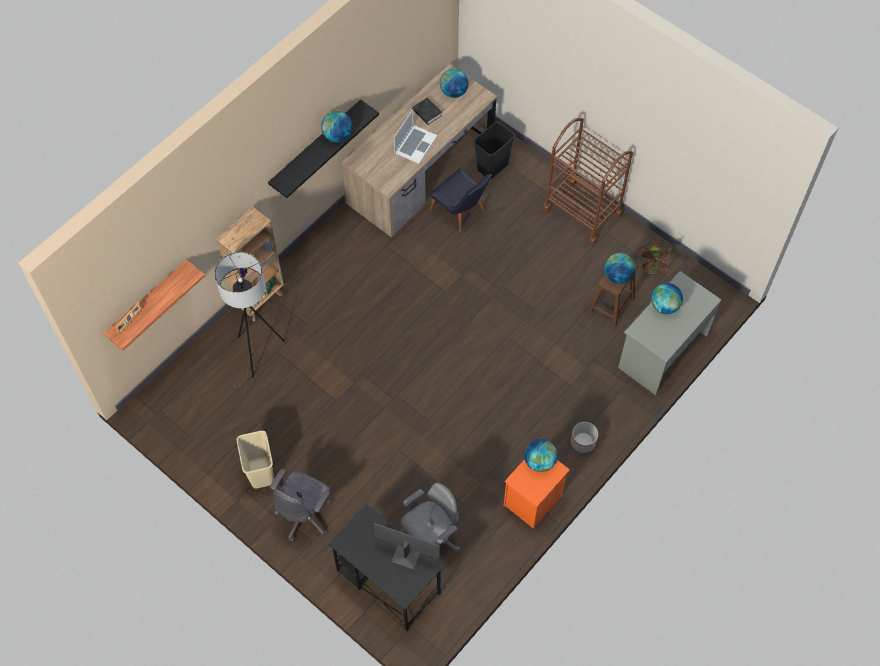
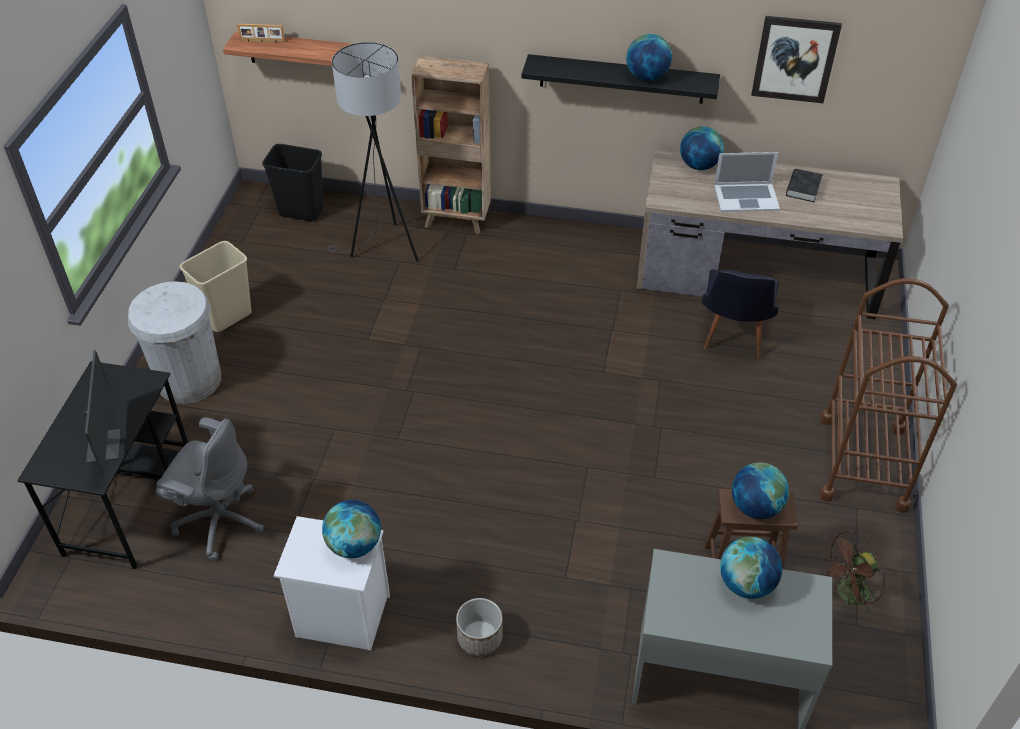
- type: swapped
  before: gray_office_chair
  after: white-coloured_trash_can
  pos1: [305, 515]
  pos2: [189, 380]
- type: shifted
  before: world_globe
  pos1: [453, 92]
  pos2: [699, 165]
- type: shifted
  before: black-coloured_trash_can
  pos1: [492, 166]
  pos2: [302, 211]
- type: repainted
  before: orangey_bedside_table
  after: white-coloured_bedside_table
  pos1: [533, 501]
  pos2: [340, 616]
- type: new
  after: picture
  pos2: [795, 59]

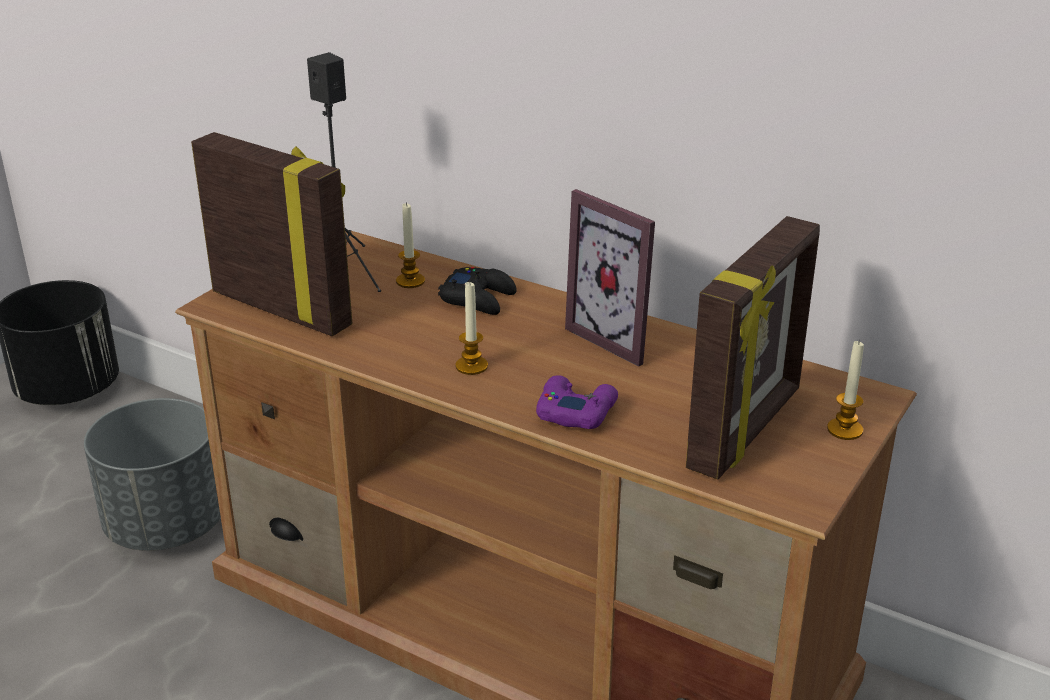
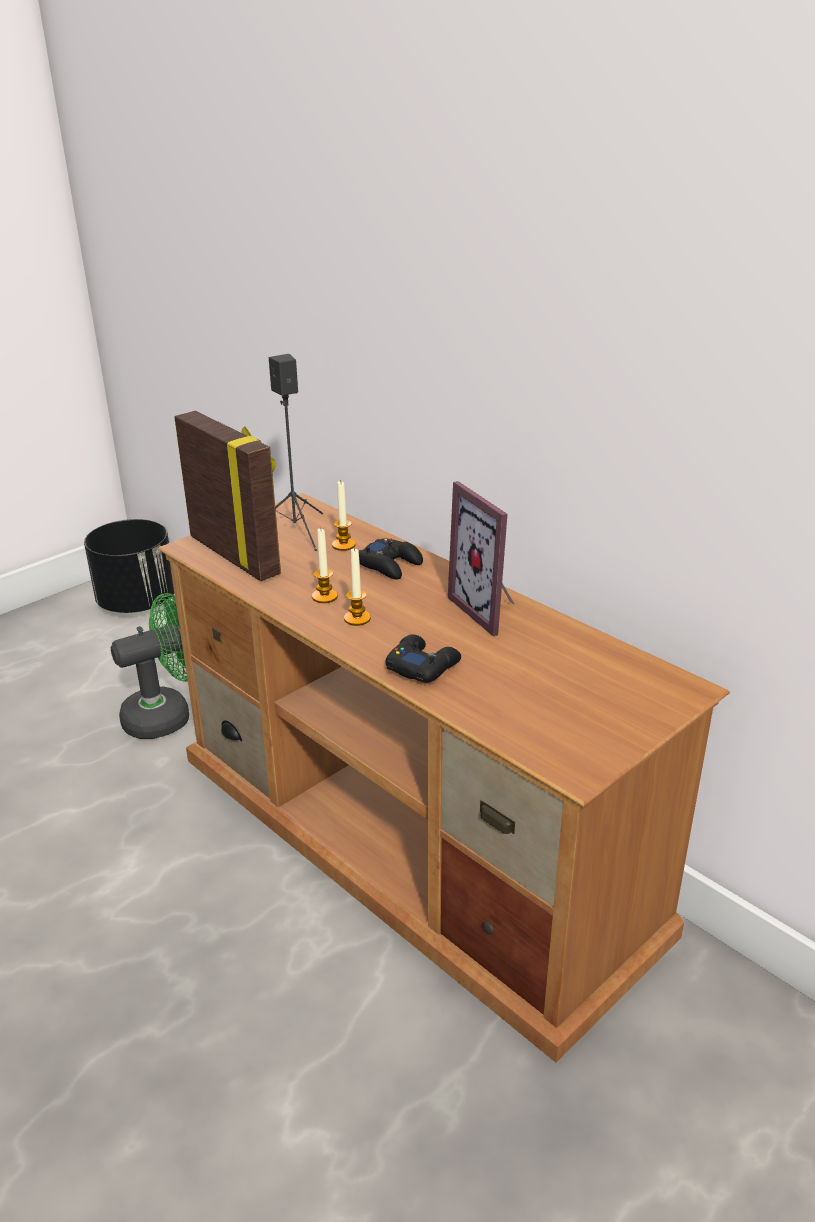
- type: swapped
  before: gray_planter
  after: green-coloured_fan
  pos1: [165, 526]
  pos2: [167, 715]
- type: repainted
  before: purple_game_controller
  after: black-coloured_game_controller
  pos1: [575, 411]
  pos2: [422, 666]
- type: gone
  before: picture_frame
  pos1: [747, 430]
- type: shifted
  before: candle
  pos1: [844, 430]
  pos2: [324, 596]

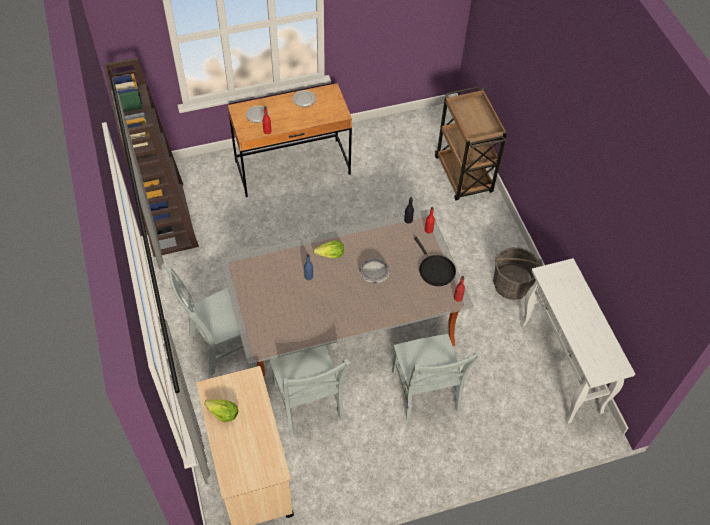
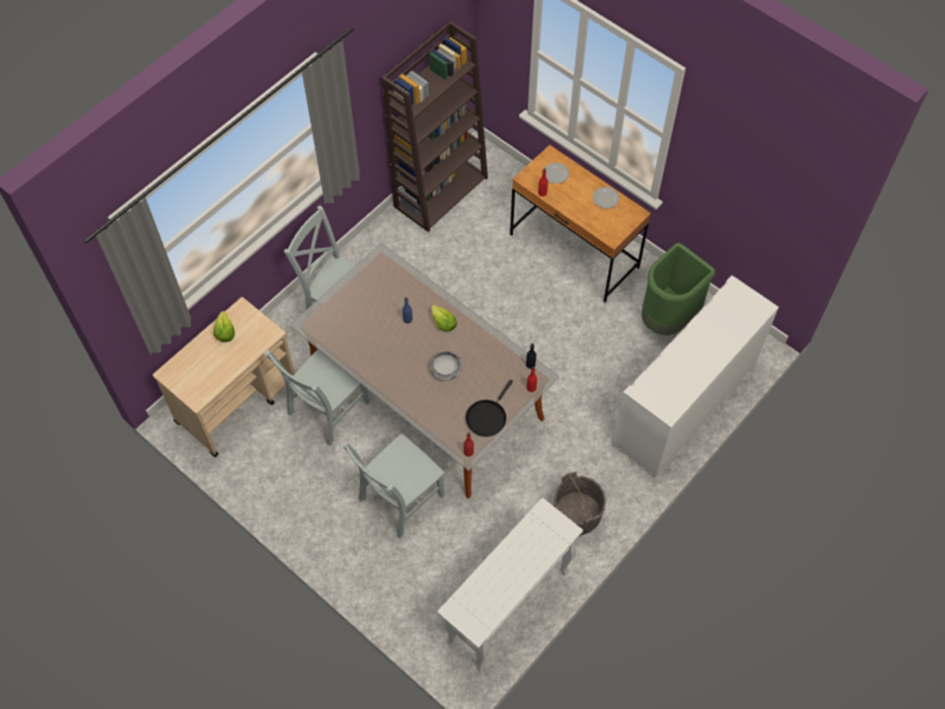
- type: swapped
  before: brown-coloured_trolley
  after: white-coloured_cabinet
  pos1: [464, 176]
  pos2: [684, 404]
- type: new
  after: green-coloured_trash_can
  pos2: [667, 319]

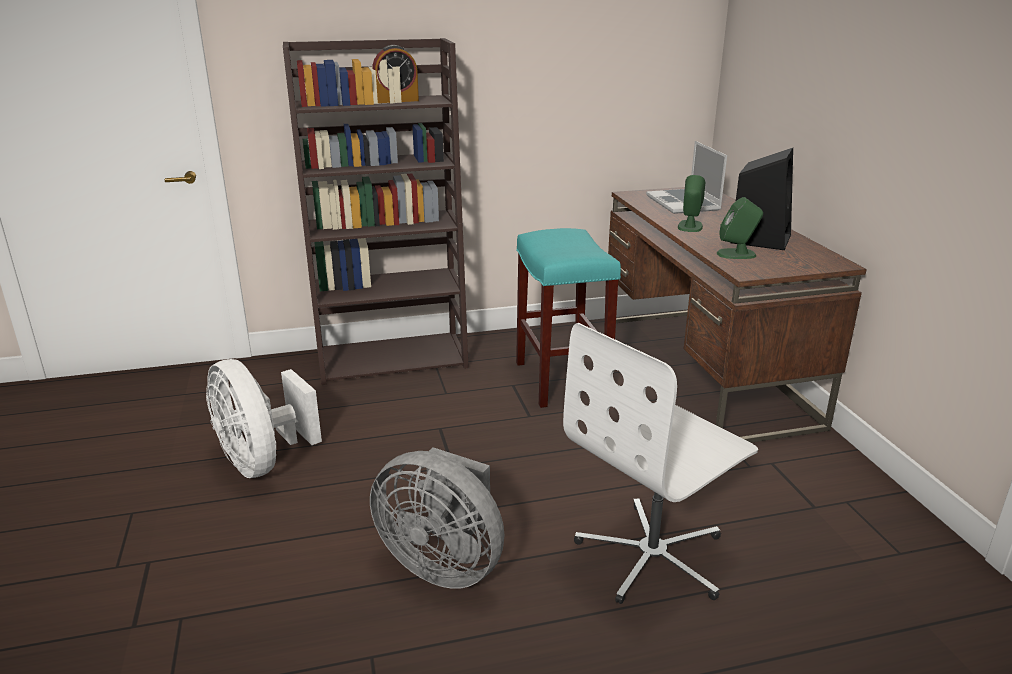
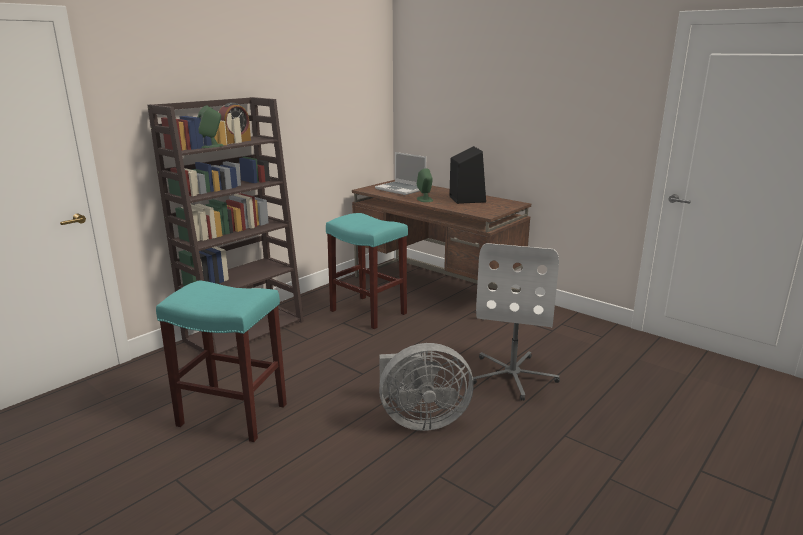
- type: swapped
  before: white-coloured_fan
  after: turquoise-coloured_stool
  pos1: [262, 461]
  pos2: [234, 415]
- type: shifted
  before: green-coloured_speaker
  pos1: [737, 254]
  pos2: [210, 146]

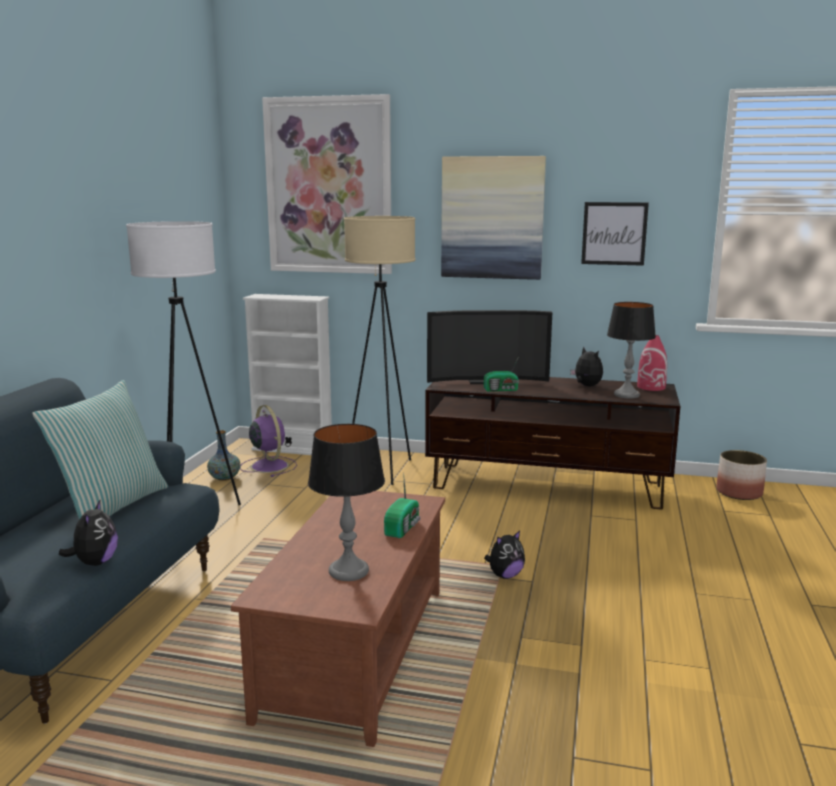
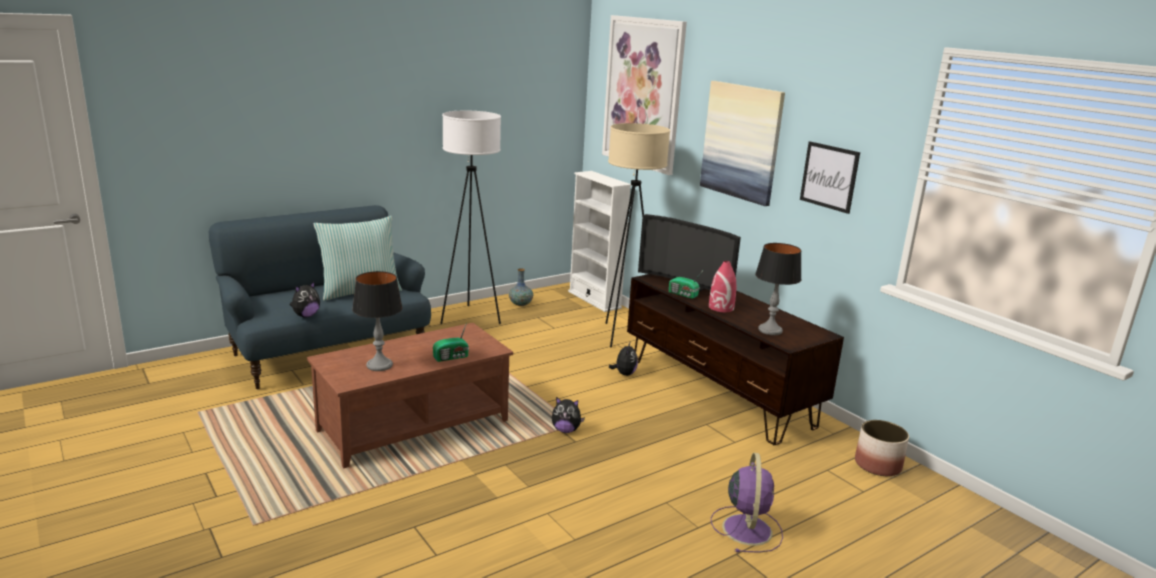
- type: shifted
  before: purple_fan
  pos1: [268, 466]
  pos2: [747, 528]
- type: shifted
  before: cuddly_toy
  pos1: [586, 386]
  pos2: [624, 374]
- type: shifted
  before: red_vase
  pos1: [651, 387]
  pos2: [721, 308]

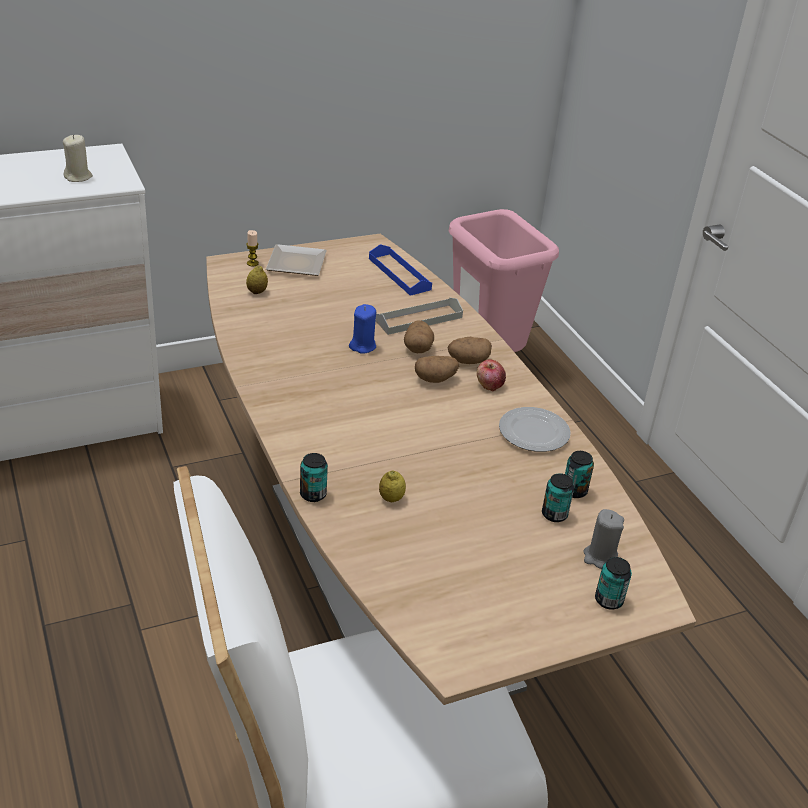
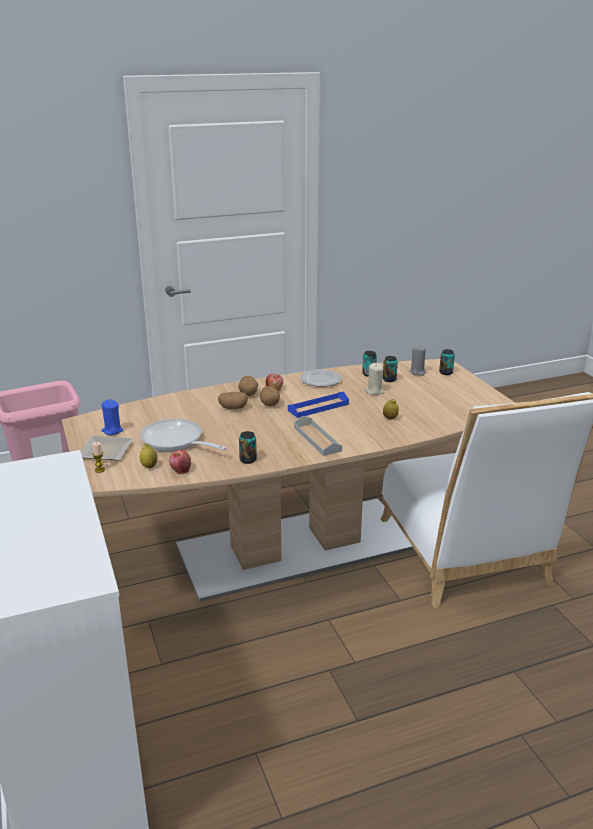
- type: shifted
  before: sand-coloured_candle
  pos1: [78, 177]
  pos2: [374, 391]
- type: shifted
  before: metal_can
  pos1: [313, 494]
  pos2: [248, 460]
- type: shifted
  before: bluish_candle
  pos1: [362, 346]
  pos2: [112, 431]
- type: shifted
  before: bluish_tray
  pos1: [399, 274]
  pos2: [318, 407]
- type: shifted
  before: gray_tray
  pos1: [419, 319]
  pos2: [317, 439]
- type: new
  after: skillet
  pos2: [176, 441]
- type: new
  after: apple
  pos2: [180, 470]

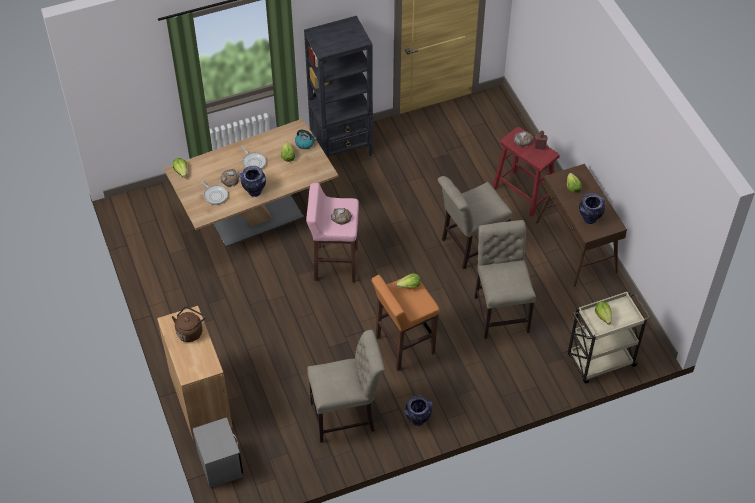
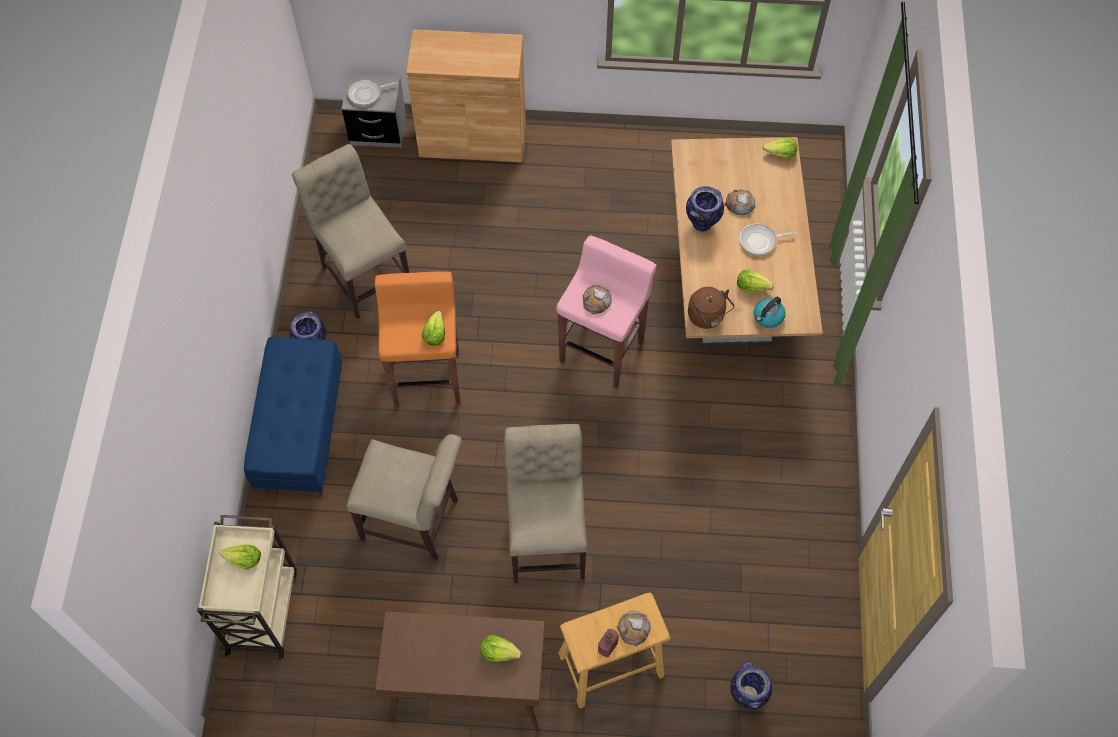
- type: shifted
  before: brown-coloured_kettle
  pos1: [190, 331]
  pos2: [707, 317]
- type: shifted
  before: skillet
  pos1: [215, 195]
  pos2: [367, 94]
- type: gone
  before: black-coloured_bookcase
  pos1: [342, 148]
- type: rotated
  before: sand-coloured_chair
  pos1: [346, 416]
  pos2: [364, 273]
  turn: 135
- type: repainted
  before: red_stool
  after: sand-coloured_stool
  pos1: [522, 192]
  pos2: [612, 664]
- type: shifted
  before: vase
  pos1: [589, 219]
  pos2: [747, 695]
- type: new
  after: bluish_bench
  pos2: [301, 431]

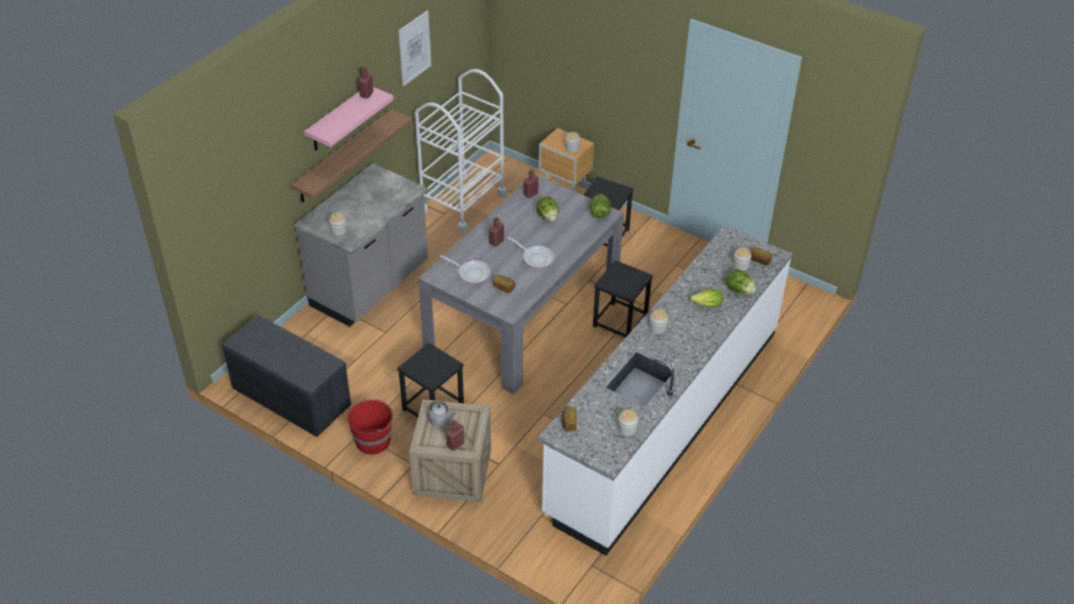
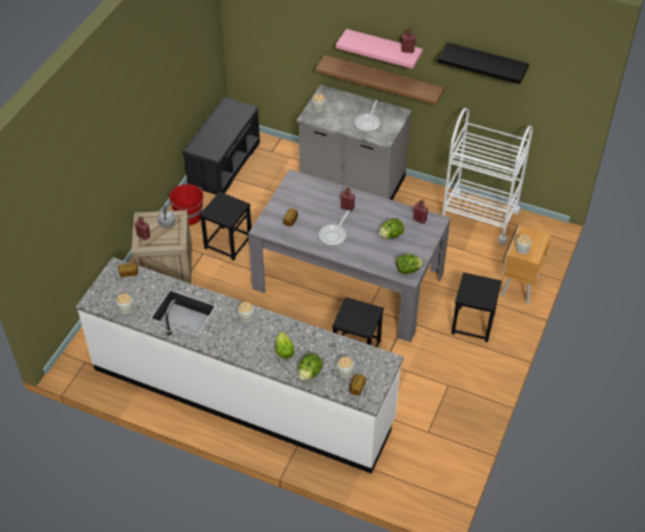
- type: swapped
  before: picture
  after: black-coloured_shelf
  pos1: [414, 48]
  pos2: [486, 63]
- type: shifted
  before: skillet
  pos1: [471, 273]
  pos2: [368, 123]

